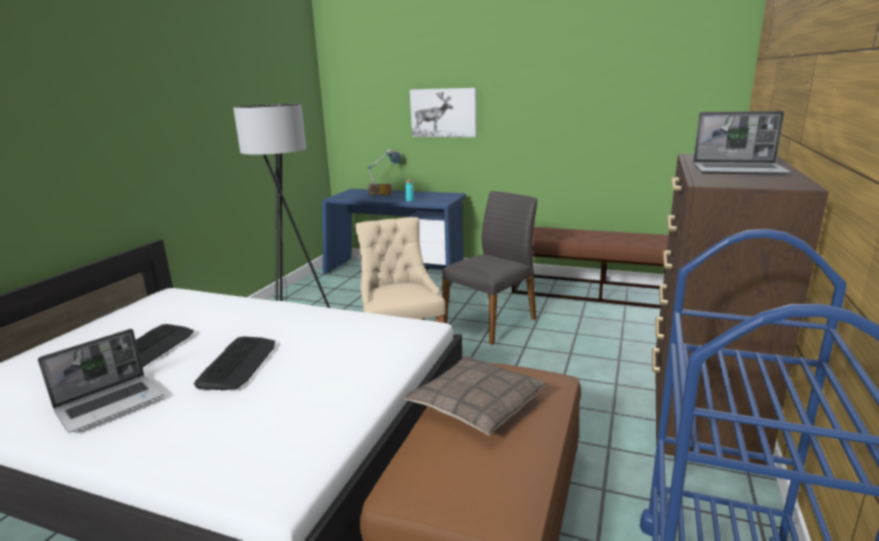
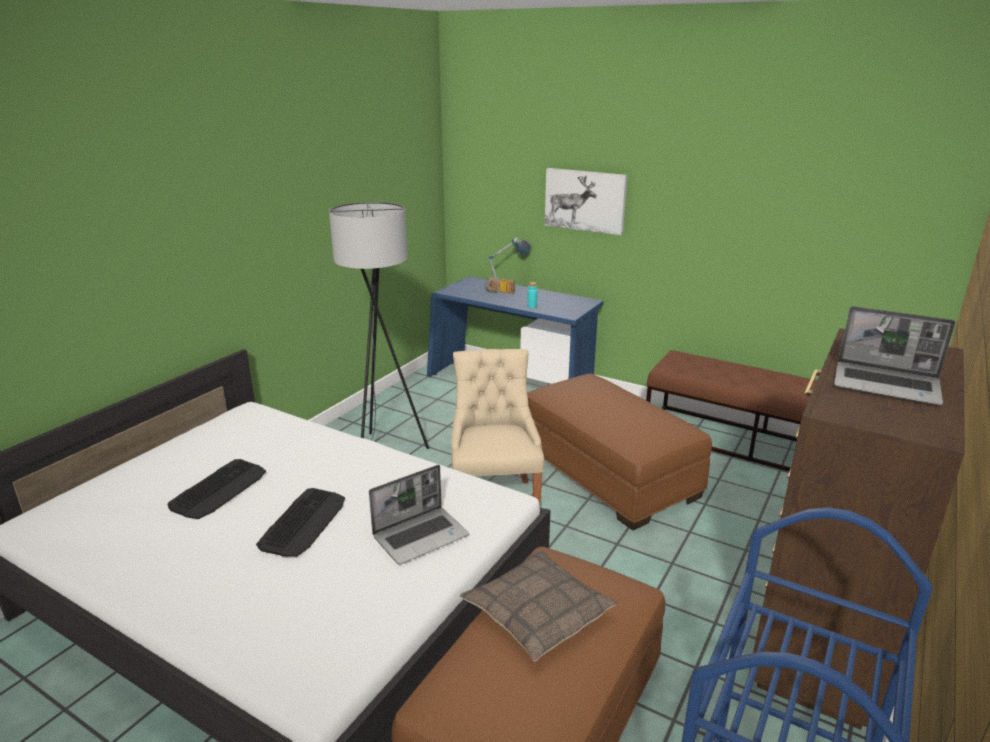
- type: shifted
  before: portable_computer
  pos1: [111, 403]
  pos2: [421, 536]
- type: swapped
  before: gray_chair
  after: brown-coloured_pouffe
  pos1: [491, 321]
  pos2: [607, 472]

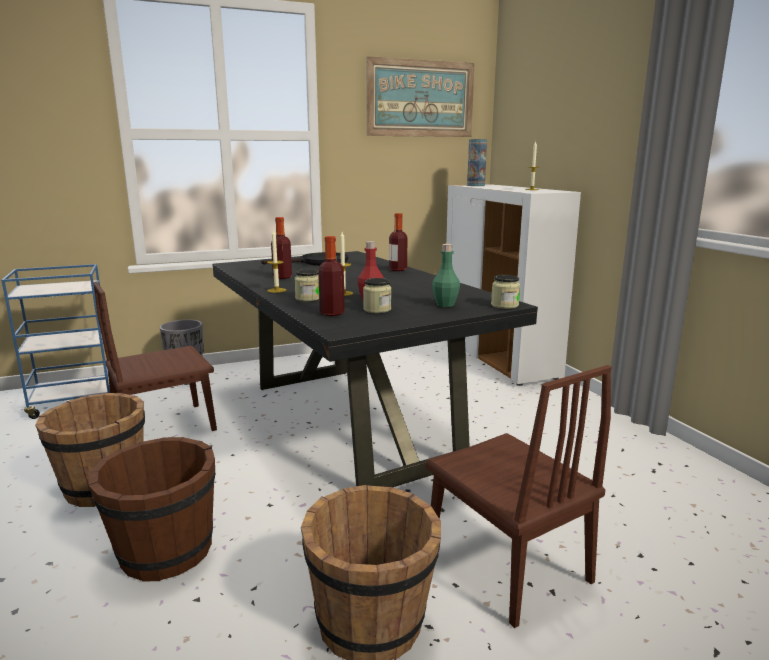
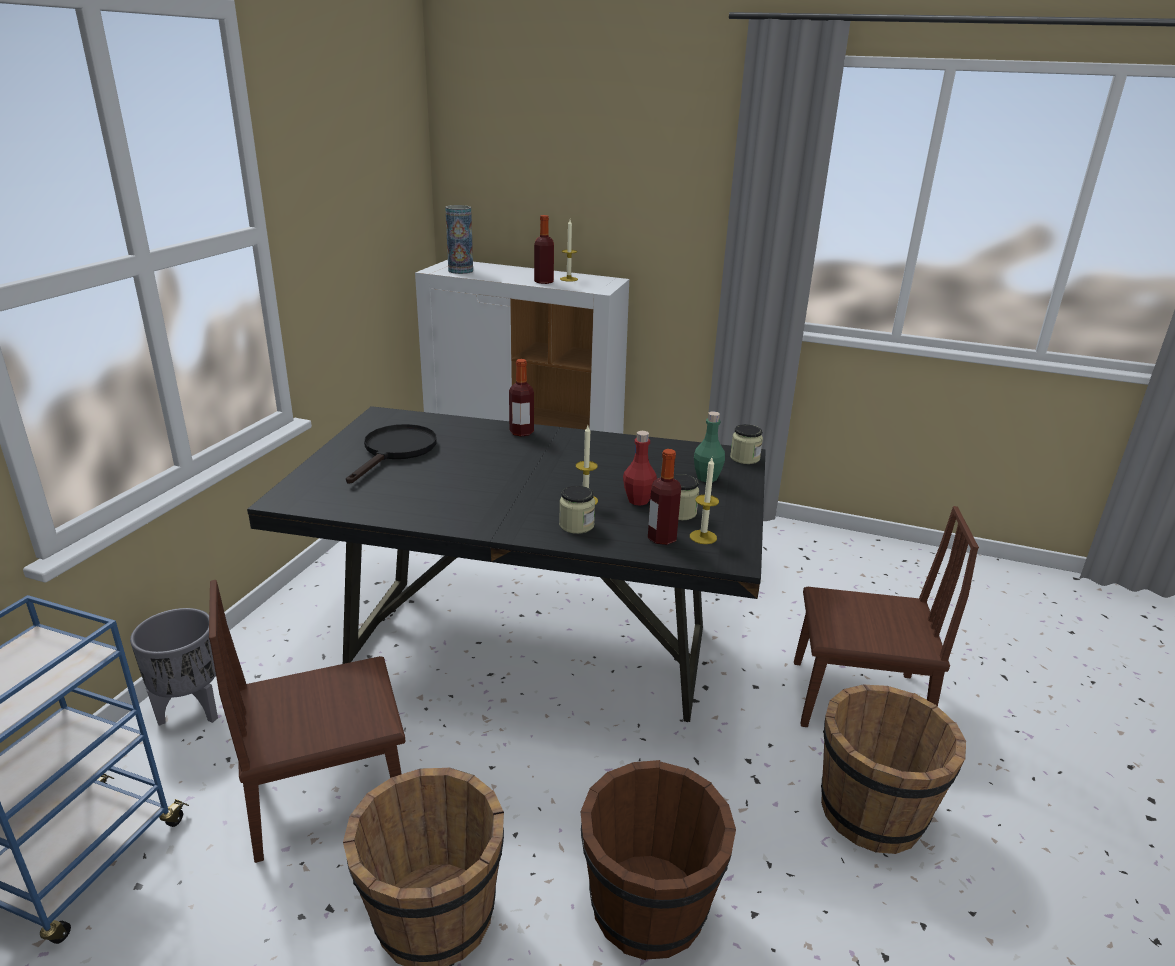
- type: rotated
  before: brown-coloured_chair
  pos1: [164, 426]
  pos2: [328, 795]
  turn: 60
- type: shifted
  before: candle
  pos1: [276, 290]
  pos2: [703, 537]
- type: shifted
  before: beverage_bottle
  pos1: [282, 277]
  pos2: [544, 282]
- type: gone
  before: picture
  pos1: [420, 99]

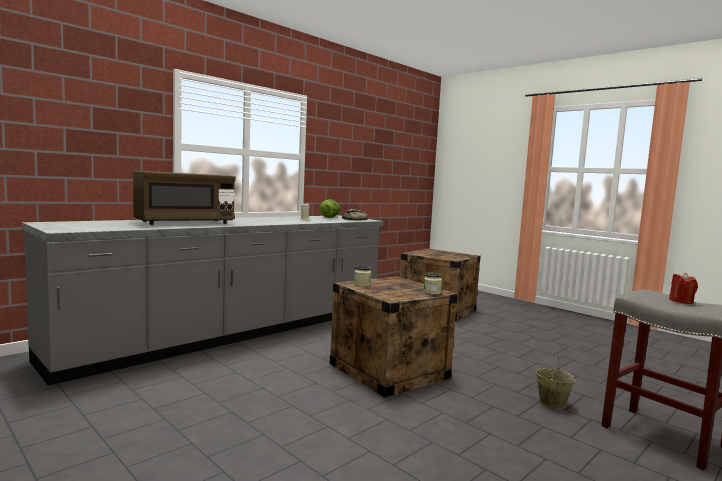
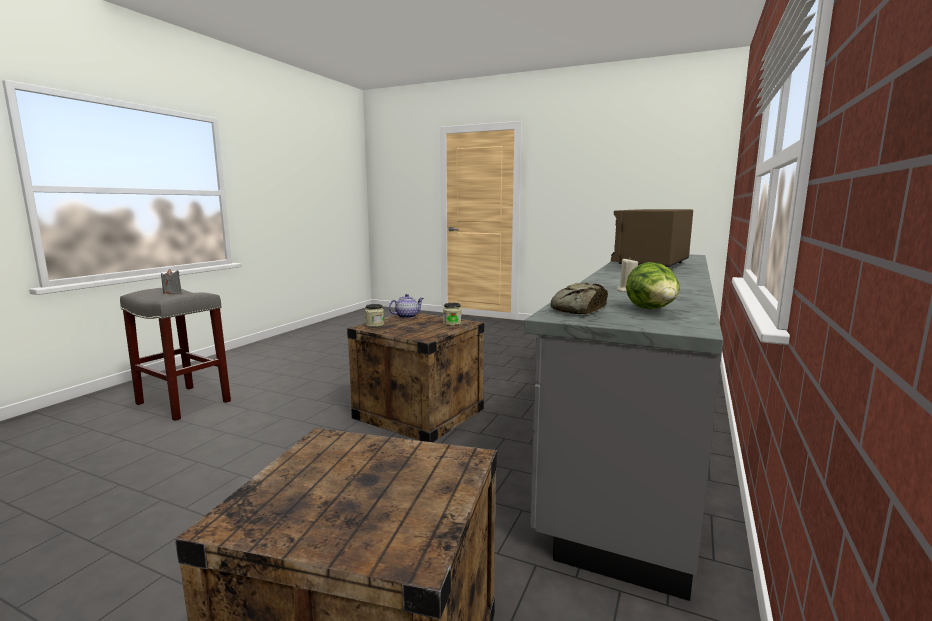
- type: gone
  before: sand-coloured_water_bucket
  pos1: [551, 403]
- type: repainted
  before: red_candle
  after: gray_candle
  pos1: [681, 301]
  pos2: [172, 292]
- type: new
  after: teapot
  pos2: [407, 316]

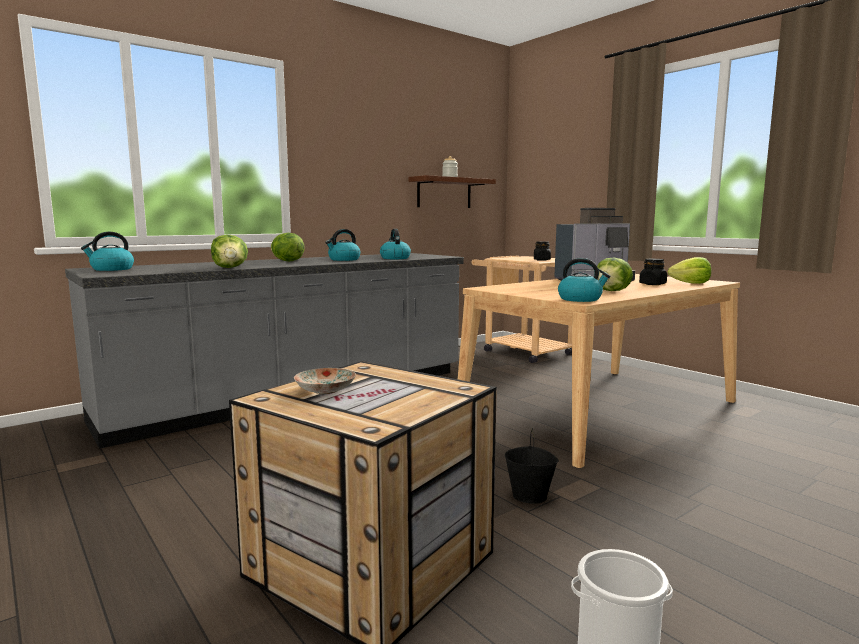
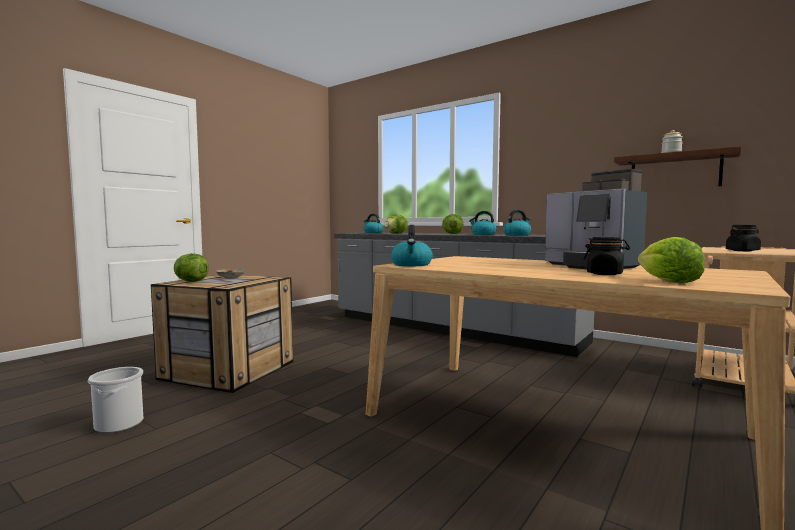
- type: gone
  before: black-coloured_water_bucket
  pos1: [530, 496]
- type: shifted
  before: lettuce
  pos1: [612, 291]
  pos2: [190, 281]

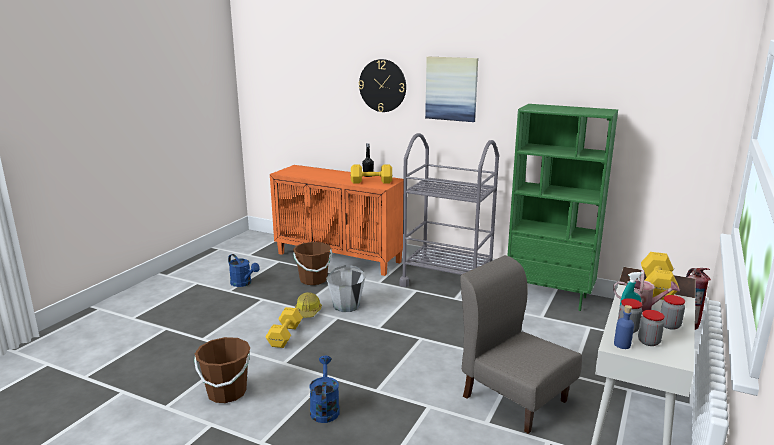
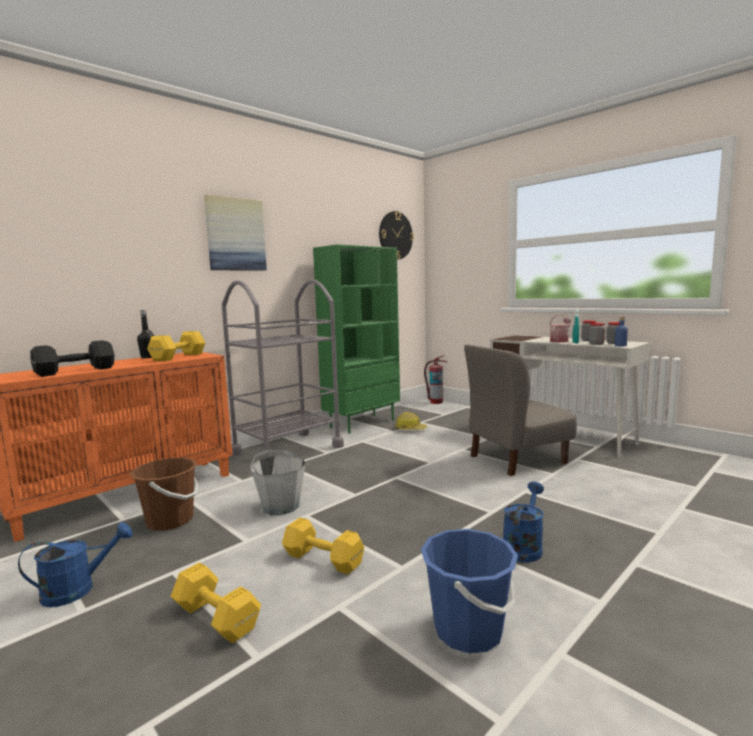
- type: repainted
  before: brown-coloured_water_bucket
  after: bluish_water_bucket
  pos1: [226, 392]
  pos2: [468, 630]
- type: shifted
  before: work_helmet
  pos1: [308, 312]
  pos2: [410, 429]
- type: rotated
  before: bluish_sprinkling_can
  pos1: [324, 408]
  pos2: [523, 546]
  turn: 105
- type: shifted
  before: wall_clock
  pos1: [382, 85]
  pos2: [395, 235]
- type: shifted
  before: yellowish_dumbbell
  pos1: [656, 287]
  pos2: [217, 619]
- type: new
  after: black-coloured_dumbbell
  pos2: [73, 371]

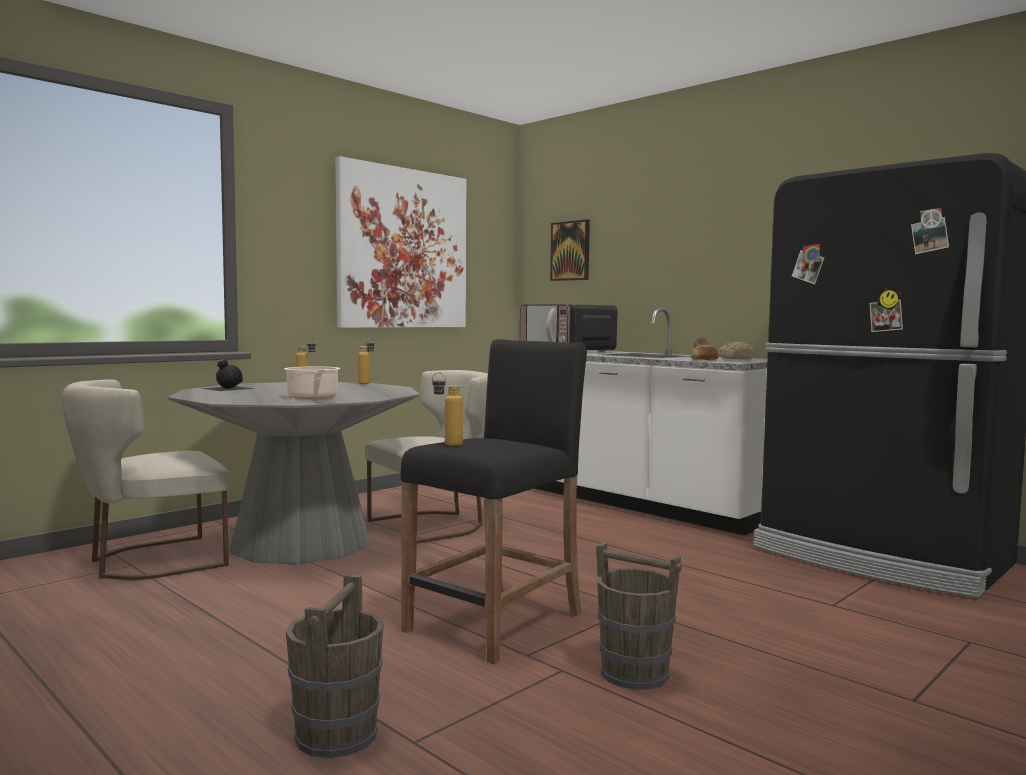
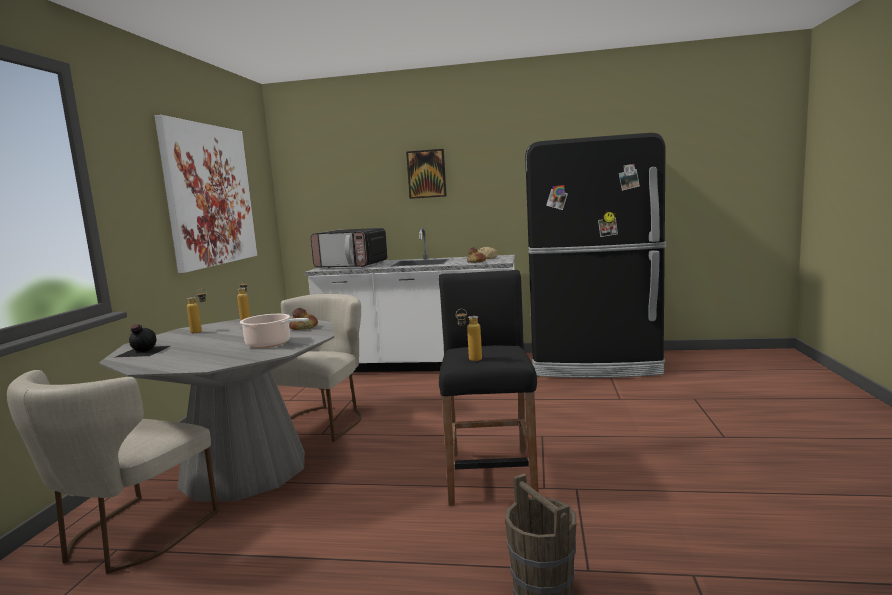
- type: shifted
  before: picture
  pos1: [570, 251]
  pos2: [426, 174]
- type: gone
  before: brown-coloured_water_bucket
  pos1: [635, 673]
- type: new
  after: bakery_bread
  pos2: [304, 328]

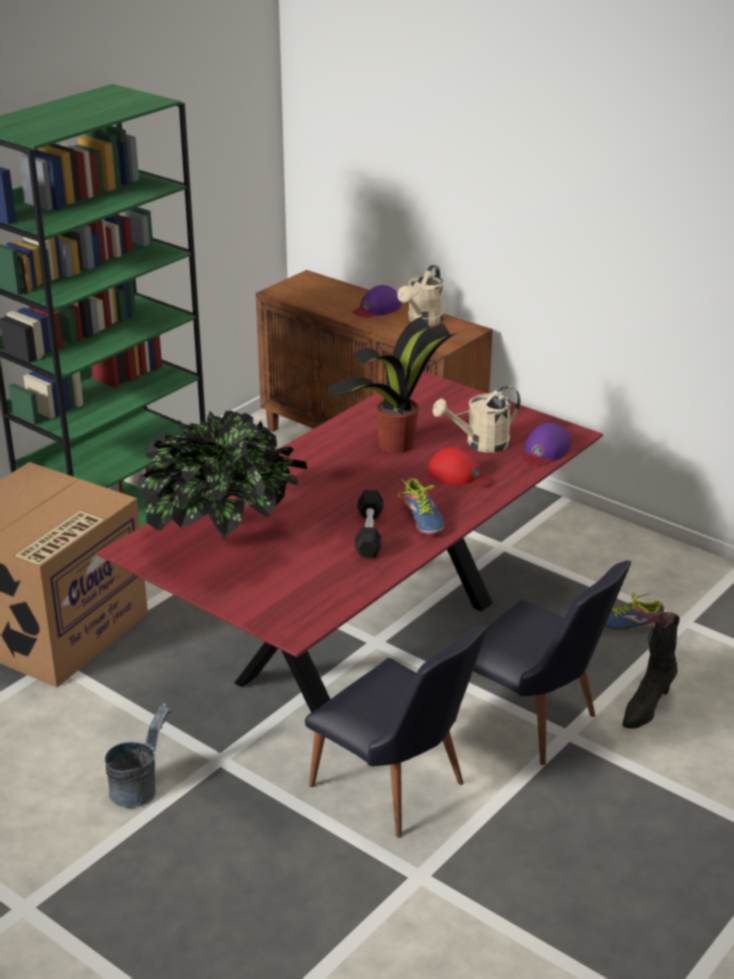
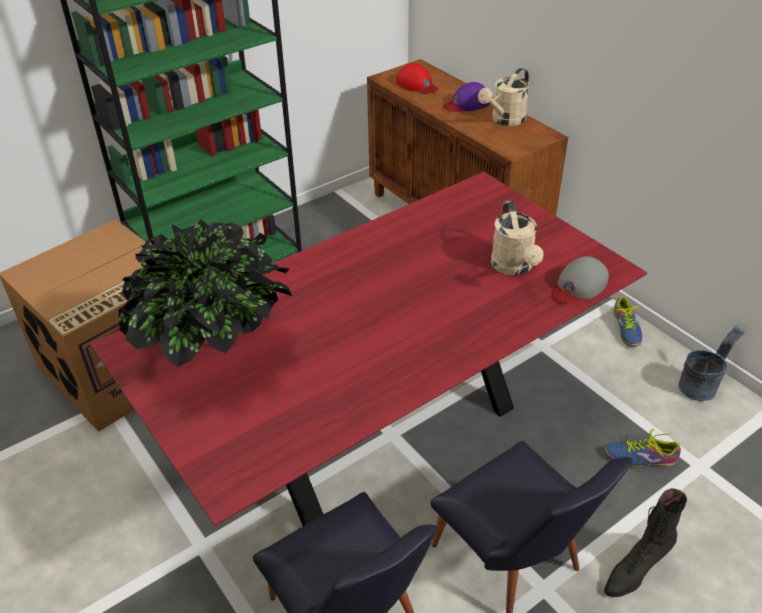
- type: shifted
  before: gray_water_bucket
  pos1: [139, 788]
  pos2: [701, 385]
- type: gone
  before: houseplant
  pos1: [394, 445]
- type: gone
  before: black-coloured_dumbbell
  pos1: [369, 533]
- type: shifted
  before: item_of_footwear
  pos1: [423, 517]
  pos2: [626, 328]
- type: shifted
  before: red_cap
  pos1: [459, 475]
  pos2: [417, 85]
- type: rotated
  before: sand-coloured_sprinkling_can
  pos1: [480, 444]
  pos2: [514, 267]
  turn: -90
- type: repainted
  before: purple_cap
  after: gray_cap
  pos1: [544, 451]
  pos2: [579, 286]

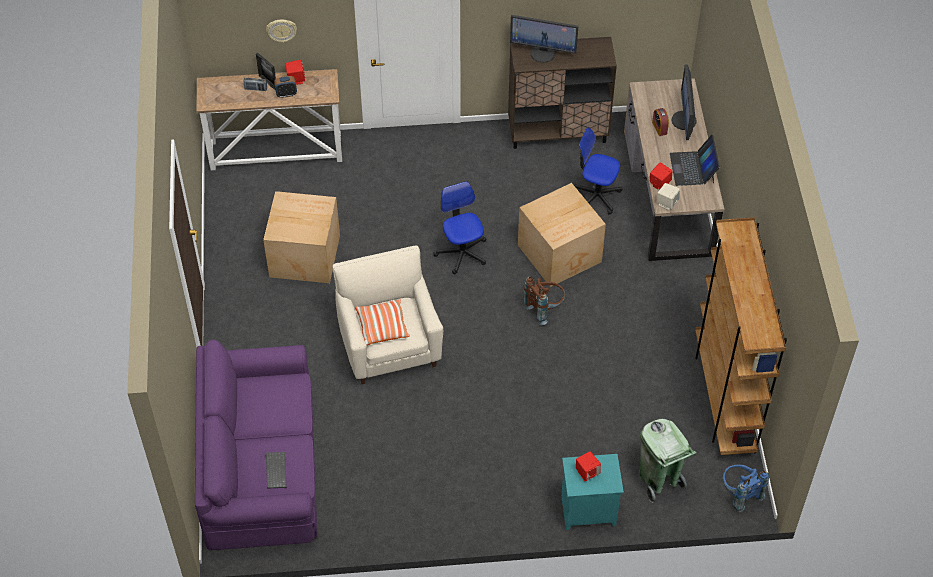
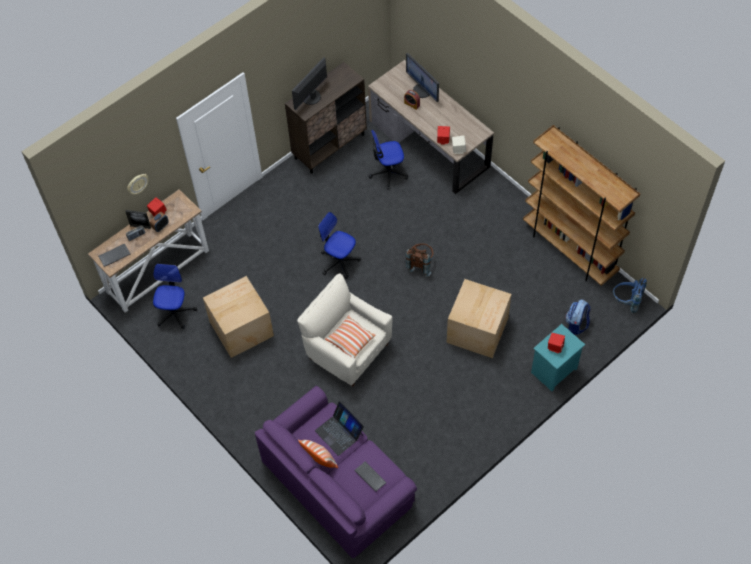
- type: rotated
  before: computer_screen
  pos1: [543, 53]
  pos2: [311, 97]
  turn: 150
- type: shifted
  before: cardboard_box
  pos1: [561, 253]
  pos2: [478, 330]
- type: swapped
  before: green-coloured_trash_can
  after: rucksack
  pos1: [659, 480]
  pos2: [576, 324]
- type: shifted
  before: portable_computer
  pos1: [692, 168]
  pos2: [339, 432]
- type: new
  after: PC_keyboard
  pos2: [114, 255]
- type: new
  after: office_chair
  pos2: [174, 312]
- type: new
  after: throw_pillow
  pos2: [320, 460]

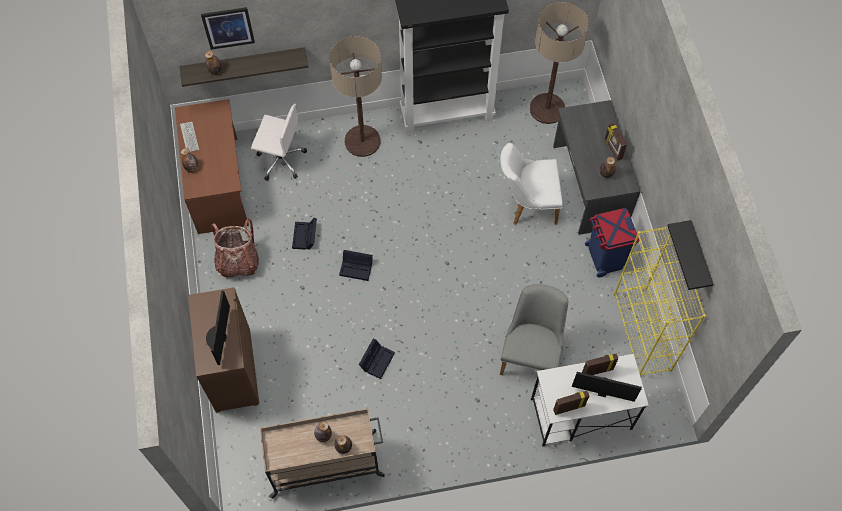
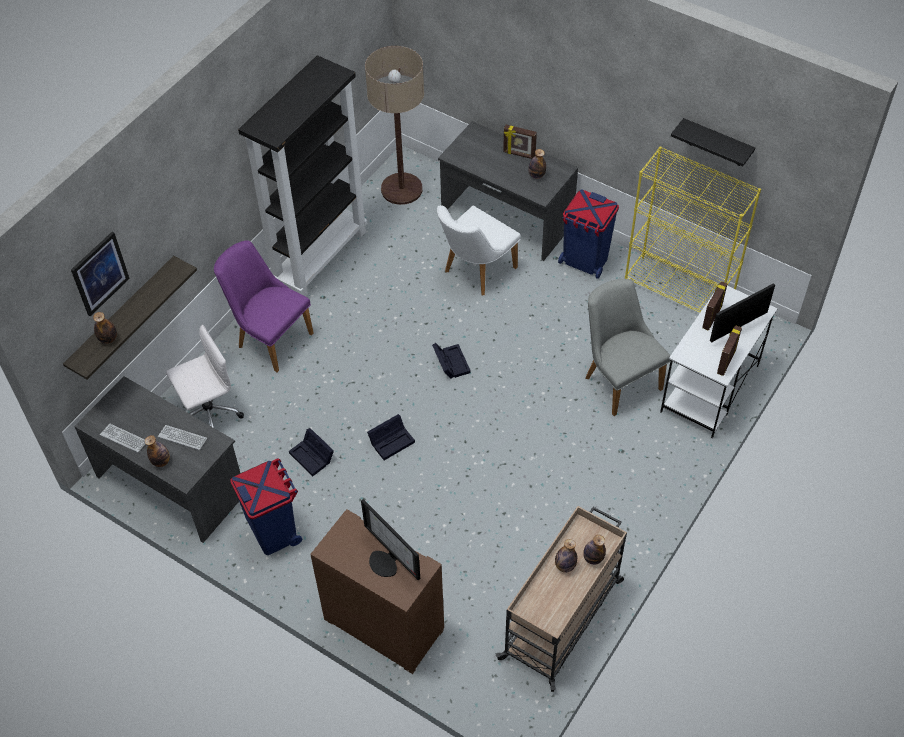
- type: repainted
  before: brown-coloured_desk
  after: gray_desk
  pos1: [219, 184]
  pos2: [172, 484]
- type: swapped
  before: rucksack
  after: bluish_trash_can
  pos1: [238, 262]
  pos2: [274, 531]
- type: swapped
  before: standard_lamp
  after: purple_chair
  pos1: [362, 141]
  pos2: [269, 337]
- type: shifted
  before: black-coloured_storage_container
  pos1: [377, 360]
  pos2: [450, 362]
- type: new
  after: PC_keyboard
  pos2: [182, 438]

